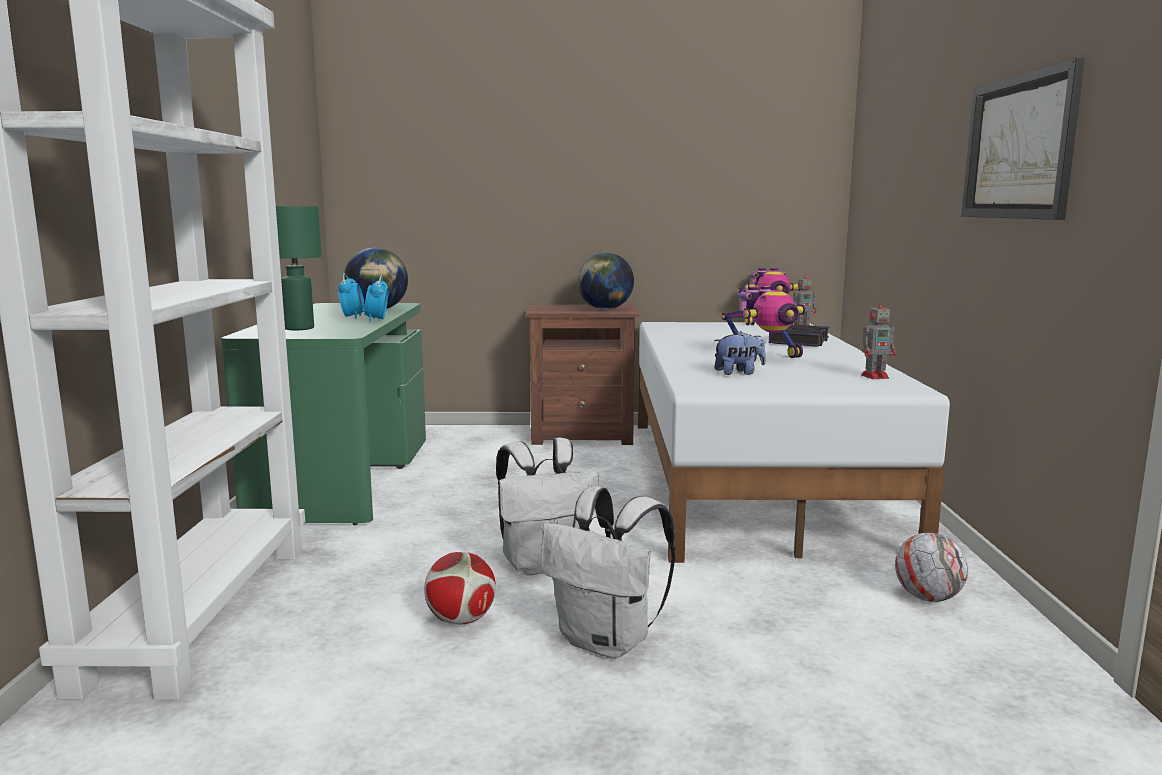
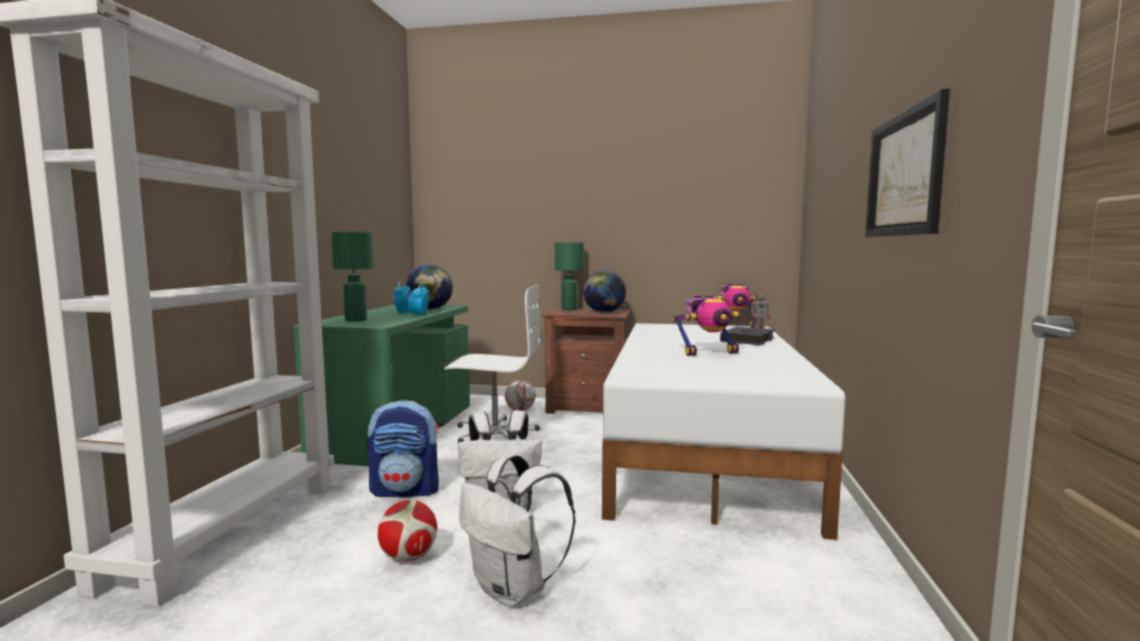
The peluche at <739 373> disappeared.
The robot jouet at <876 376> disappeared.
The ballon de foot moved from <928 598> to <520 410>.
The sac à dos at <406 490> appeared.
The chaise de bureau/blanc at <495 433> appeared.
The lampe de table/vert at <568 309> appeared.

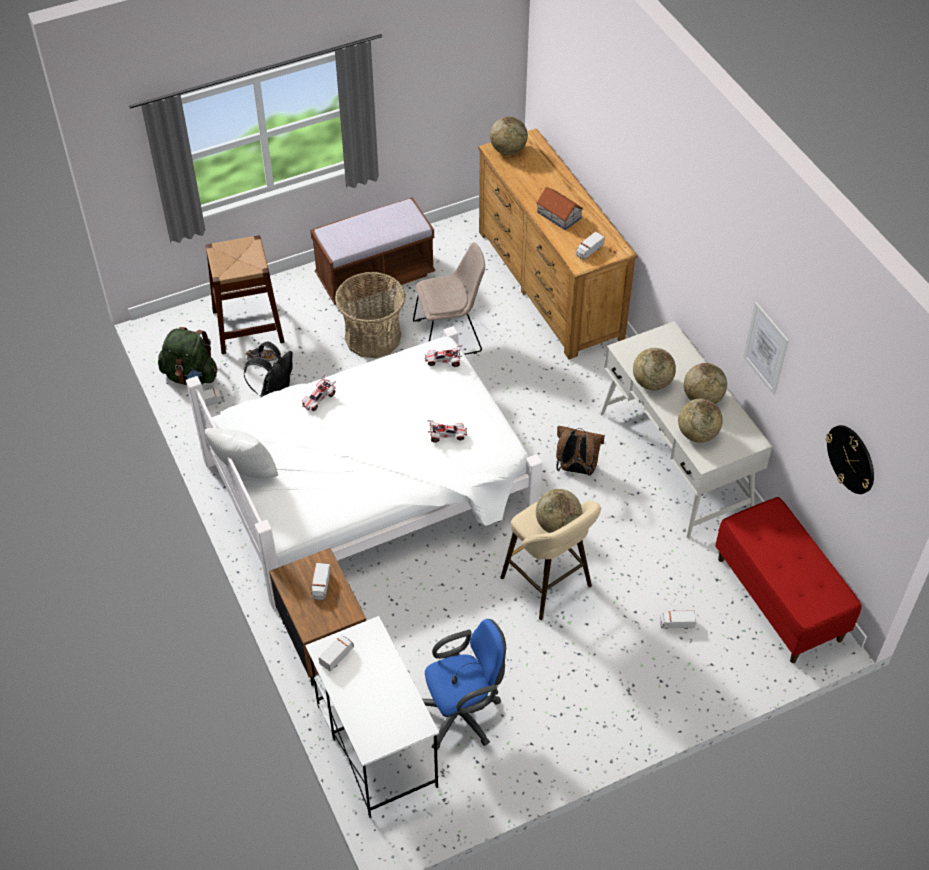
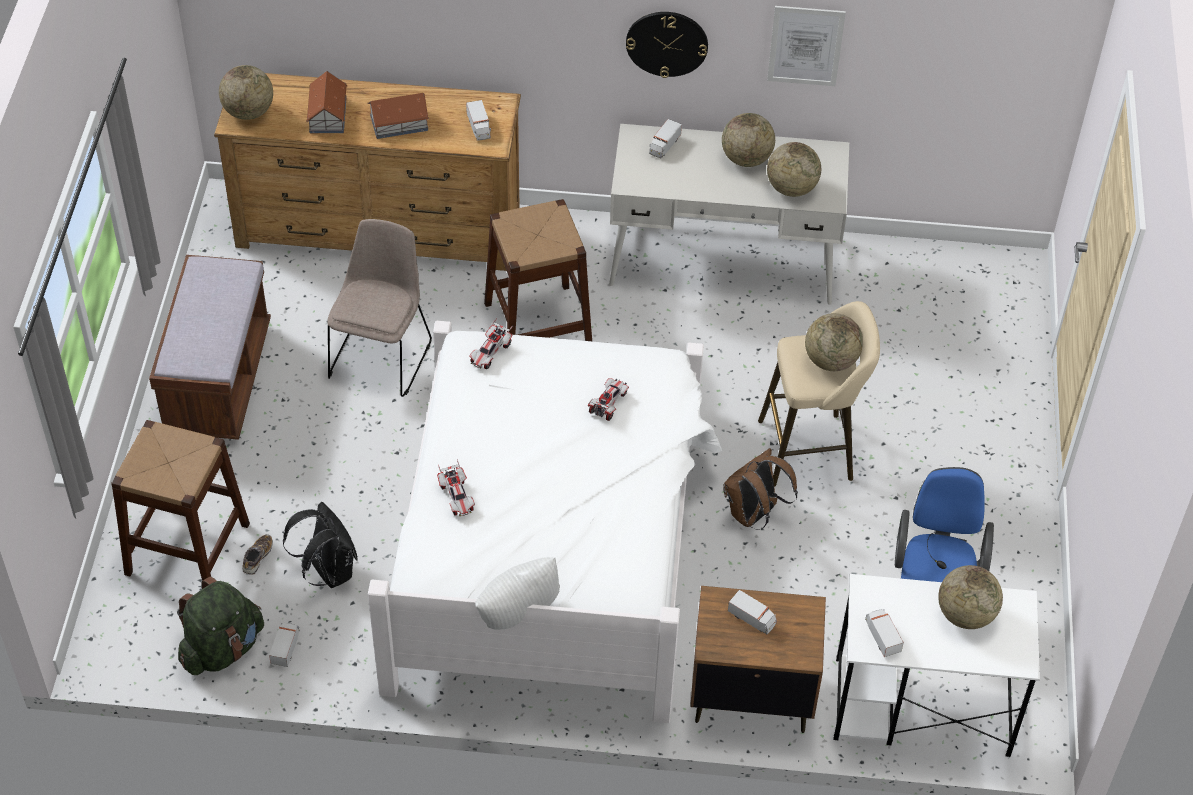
The panier at <373 337> disappeared.
The sac à dos/marron moved from <576 469> to <753 514>.
The globe moved from <652 383> to <965 614>.
The camion jouet moved from <676 623> to <664 145>.
The banc/rouge at <779 598> disappeared.
The horloge murale moved from <851 459> to <667 43>.
The maison miniature at <327 115> appeared.
The tabouret/marron at <538 324> appeared.

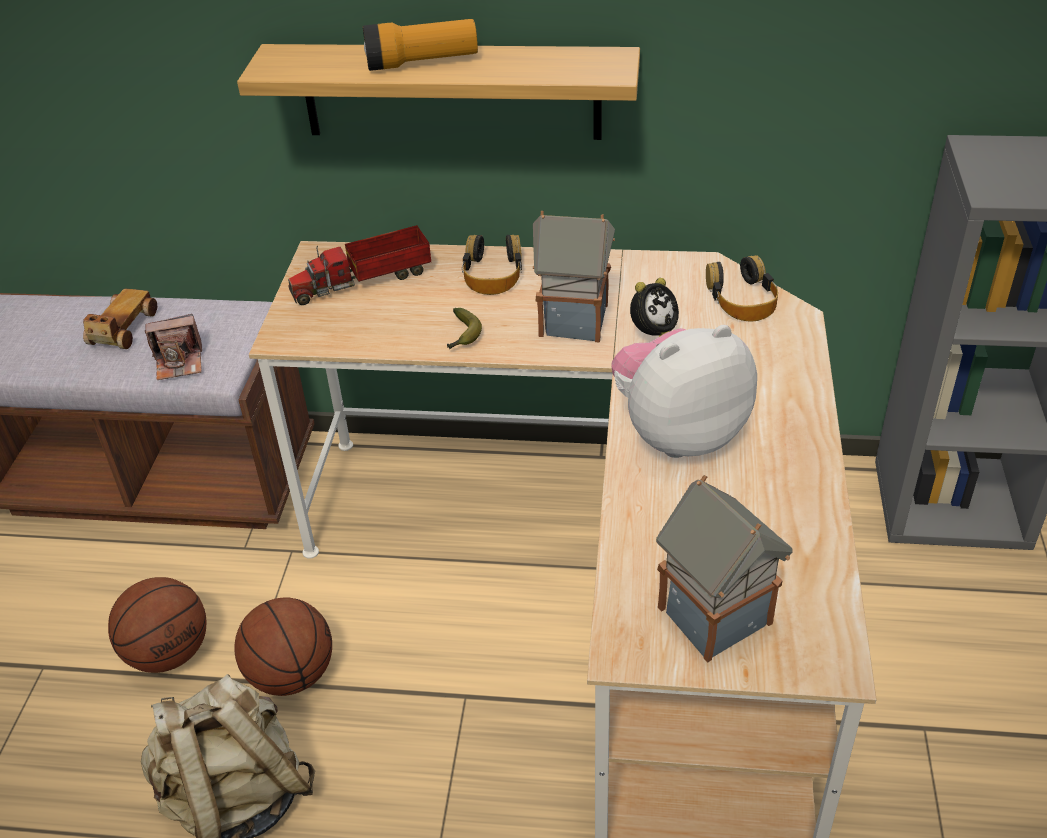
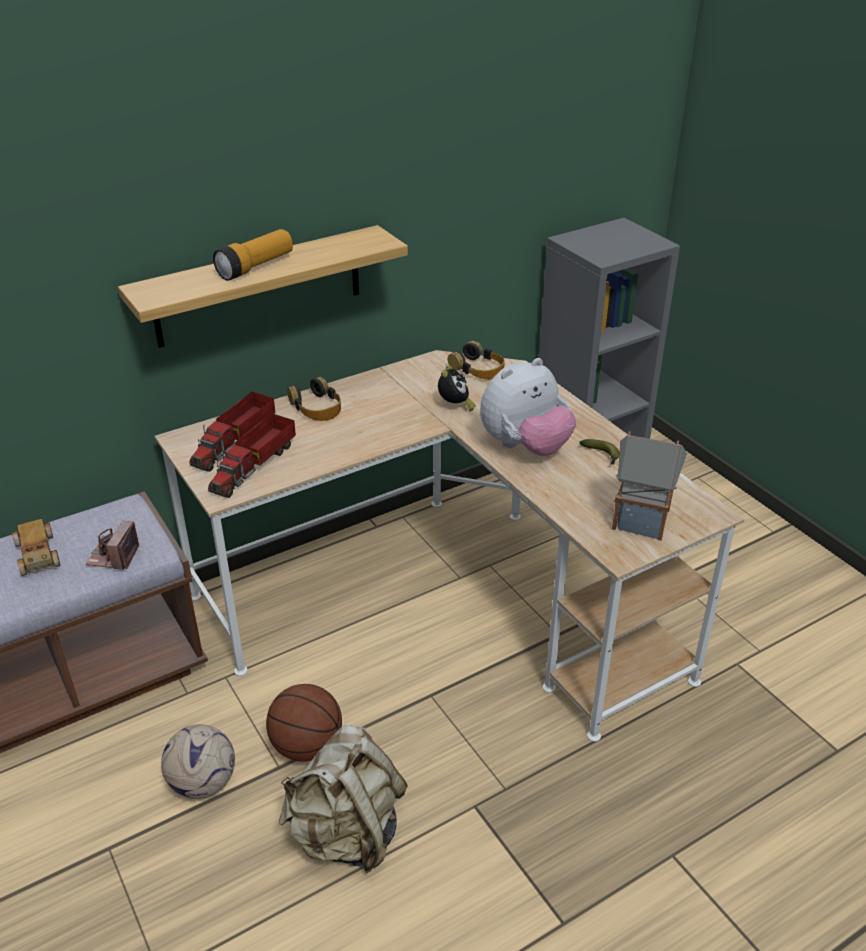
The ballon de basket at <169 652> was replaced by the ballon de foot at <202 783>.
The appareil photo at <179 362> turned 150 degrees clockwise.
The banane moved from <462 335> to <602 456>.
The maison miniature at <576 320> disappeared.
The peluche at <678 433> turned 150 degrees counterclockwise.
The camion jouet at <255 465> appeared.

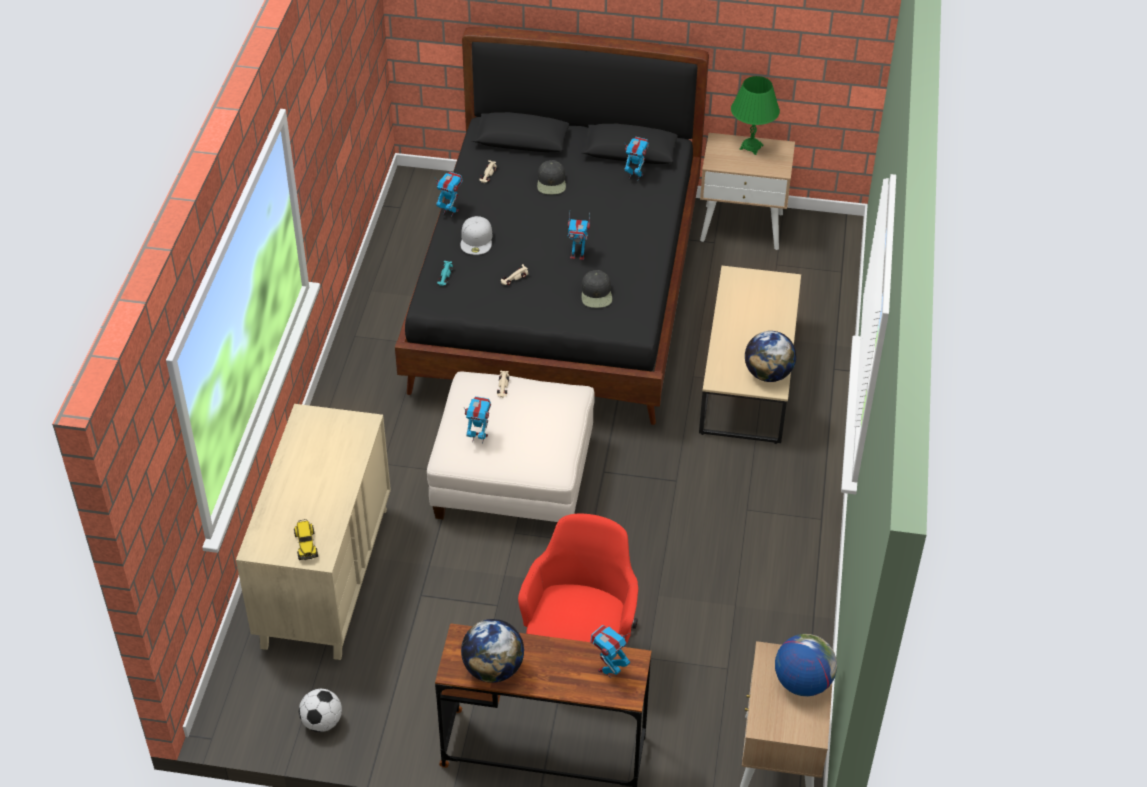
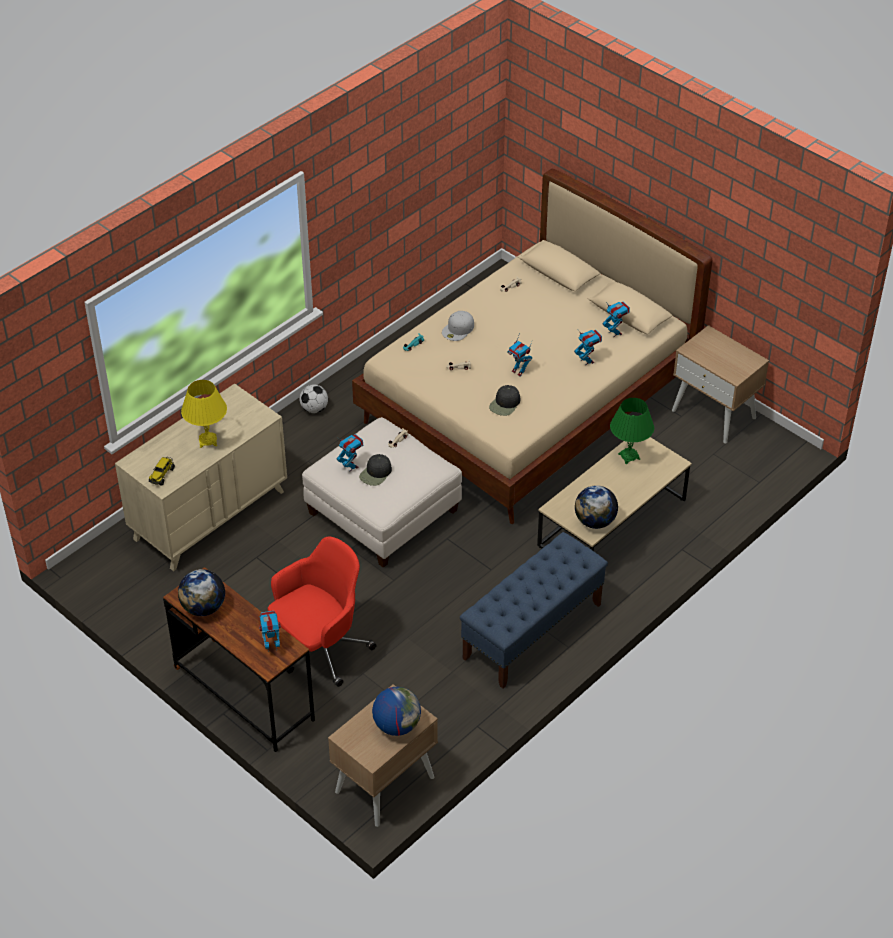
The ballon de foot moved from <322 722> to <314 409>.
The lit/noir at <558 297> became the lit/beige at <528 403>.
The robot jouet moved from <450 211> to <587 361>.
The casquette/noir moved from <551 182> to <376 473>.
The lampe de table/vert moved from <751 147> to <629 456>.
The lampe de table/jaune at <208 441> appeared.
The banc/bleu at <532 631> appeared.

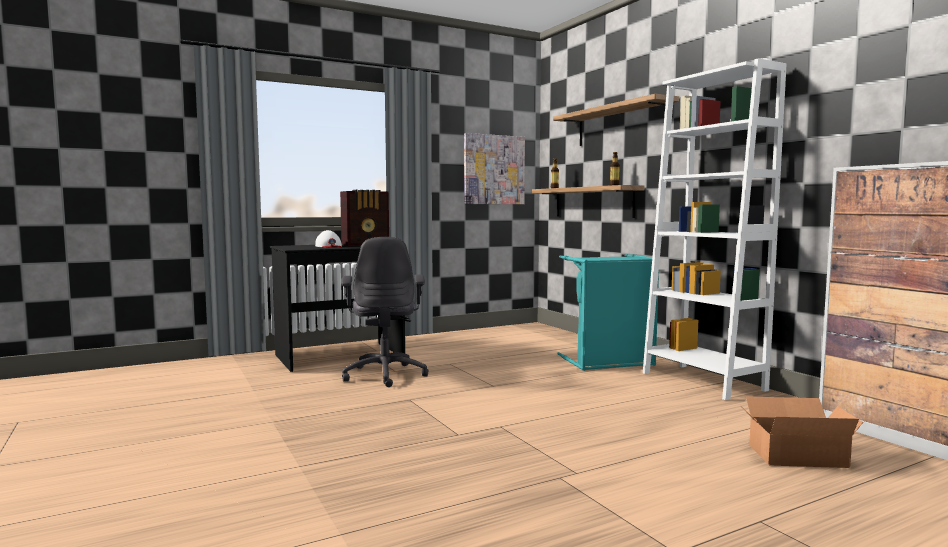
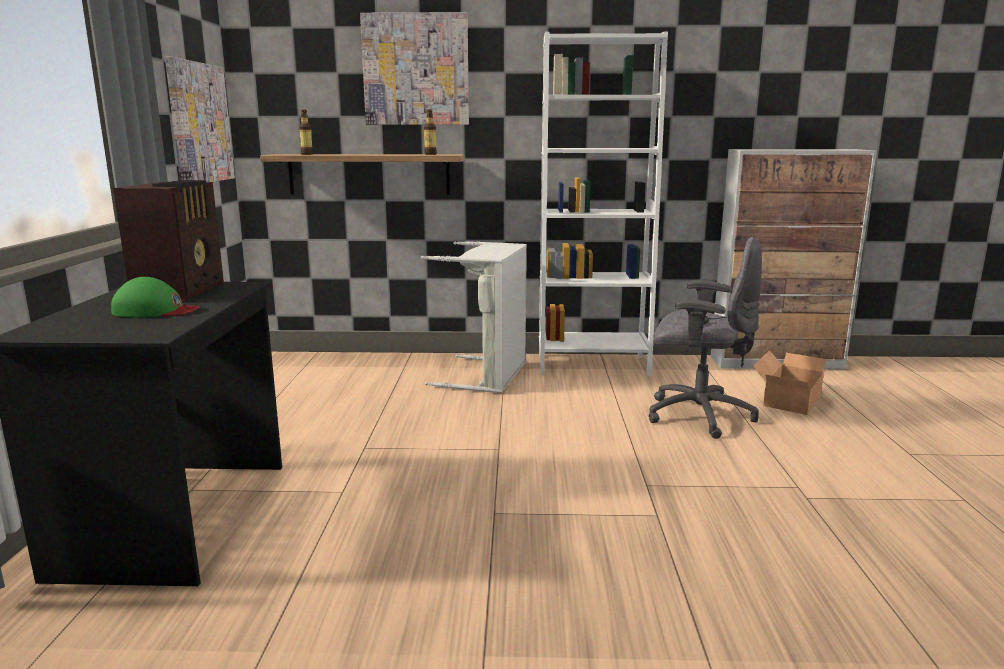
The casquette/blanc at <329 246> became the casquette/vert at <155 311>.
The chaise de bureau/gris moved from <385 374> to <697 415>.
The étagère at <620 124> was replaced by the tableau at <416 70>.
The panier à linge/turquoise at <609 363> became the panier à linge/gris at <489 376>.

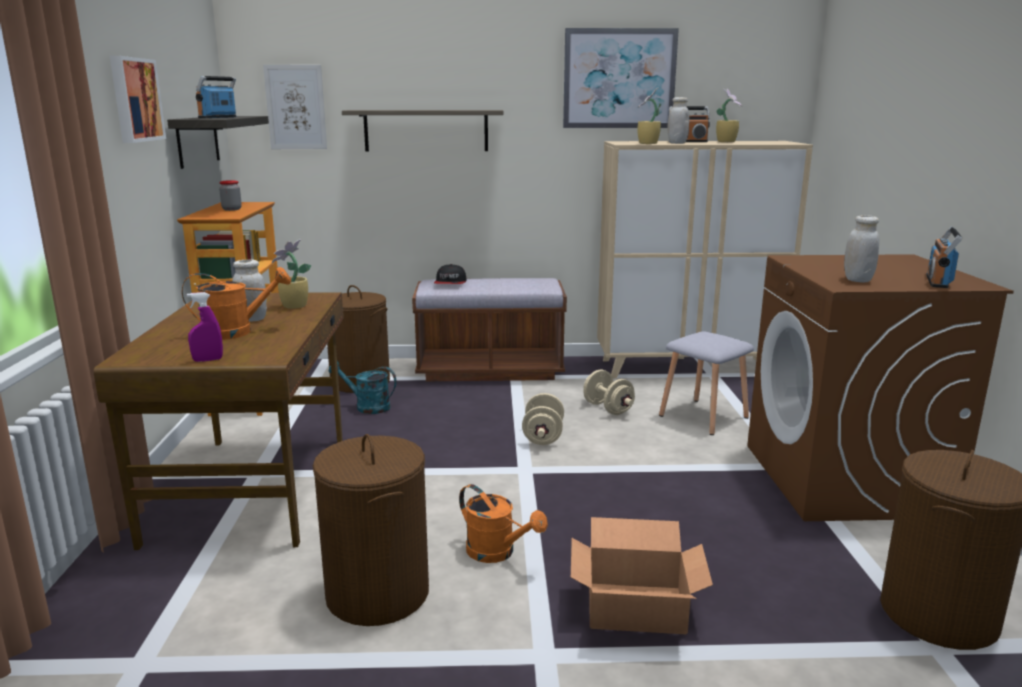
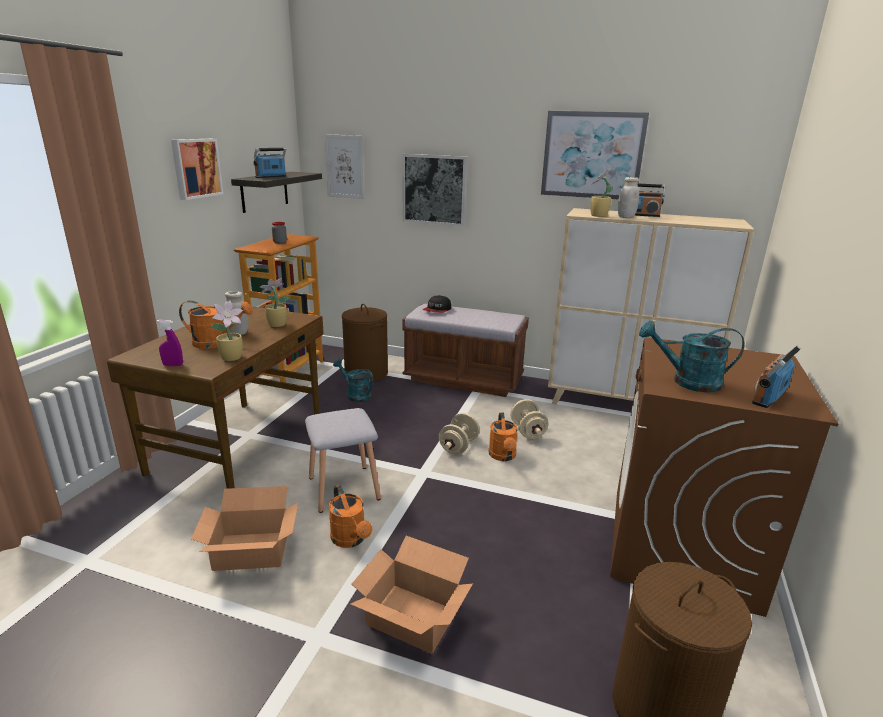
The panier à linge/marron at <377 593> was replaced by the carton at <251 550>.
The étagère at <426 130> was replaced by the tableau at <434 189>.
The tabouret/gris moved from <705 417> to <345 489>.
The plante en pot moved from <726 142> to <232 358>.
The bocal/blanc at <857 280> was replaced by the arrosoir/turquoise at <687 382>.
The arrosoir/orange at <503 456> appeared.

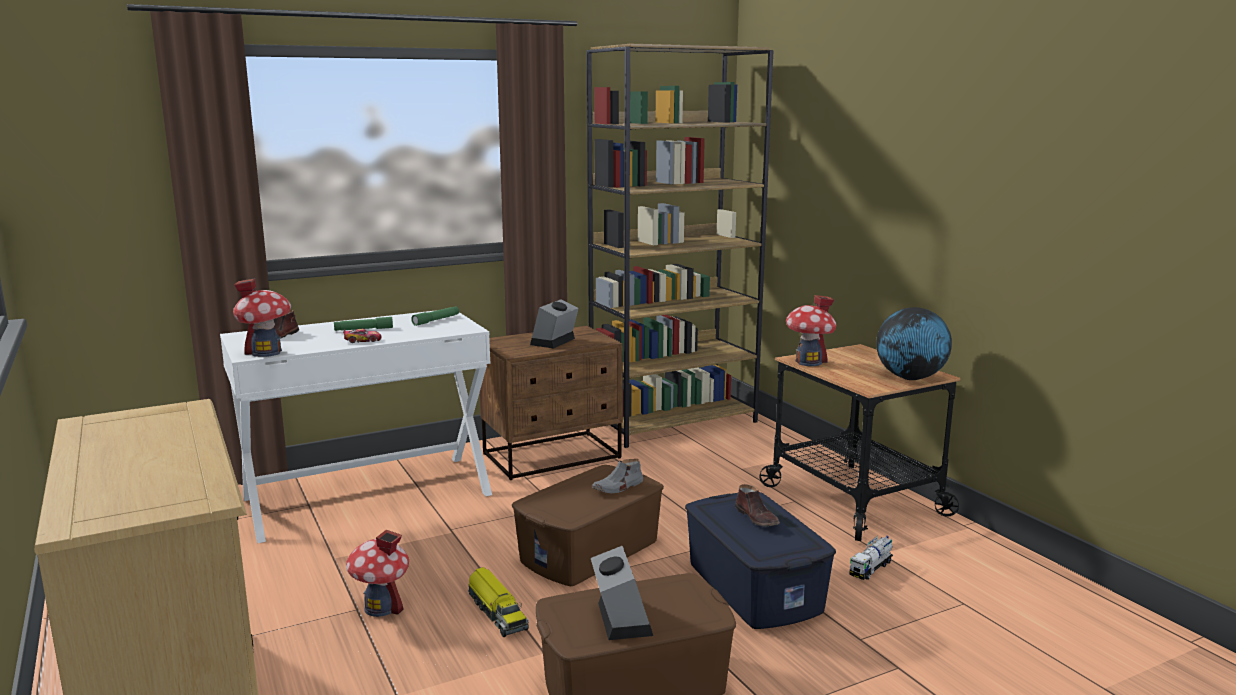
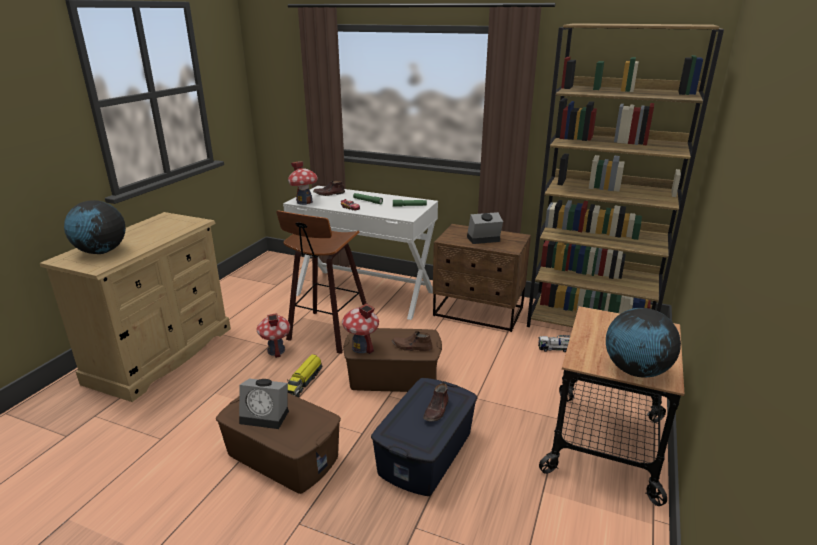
The chaussure/gris at <618 487> became the chaussure/marron at <411 347>.
The réveil at <620 618> turned 60 degrees clockwise.
The maison miniature moved from <808 362> to <361 347>.
The camion jouet moved from <871 568> to <556 349>.
The globe at <101 252> appeared.
The tabouret at <327 333> appeared.

